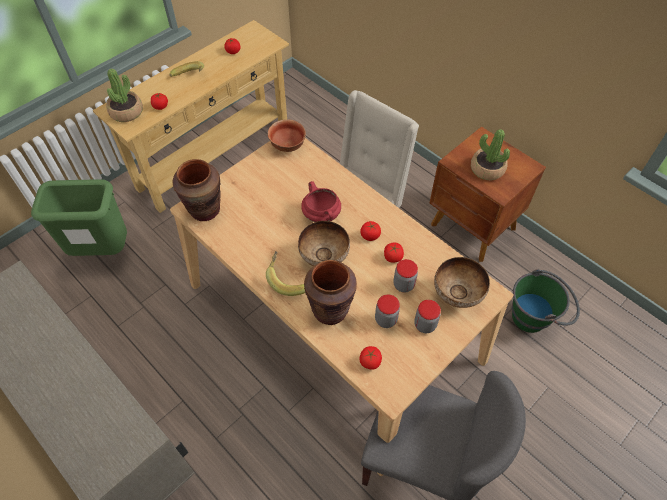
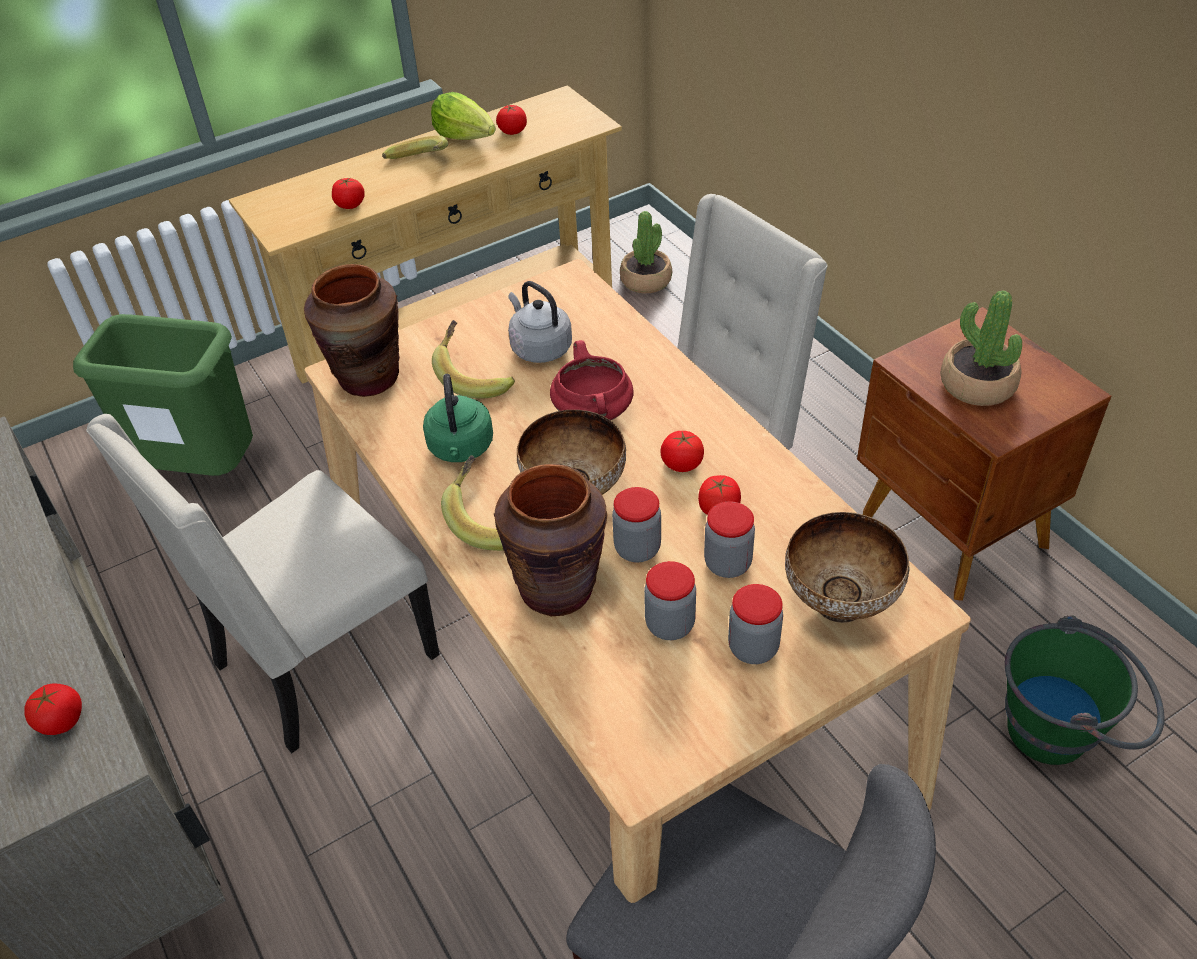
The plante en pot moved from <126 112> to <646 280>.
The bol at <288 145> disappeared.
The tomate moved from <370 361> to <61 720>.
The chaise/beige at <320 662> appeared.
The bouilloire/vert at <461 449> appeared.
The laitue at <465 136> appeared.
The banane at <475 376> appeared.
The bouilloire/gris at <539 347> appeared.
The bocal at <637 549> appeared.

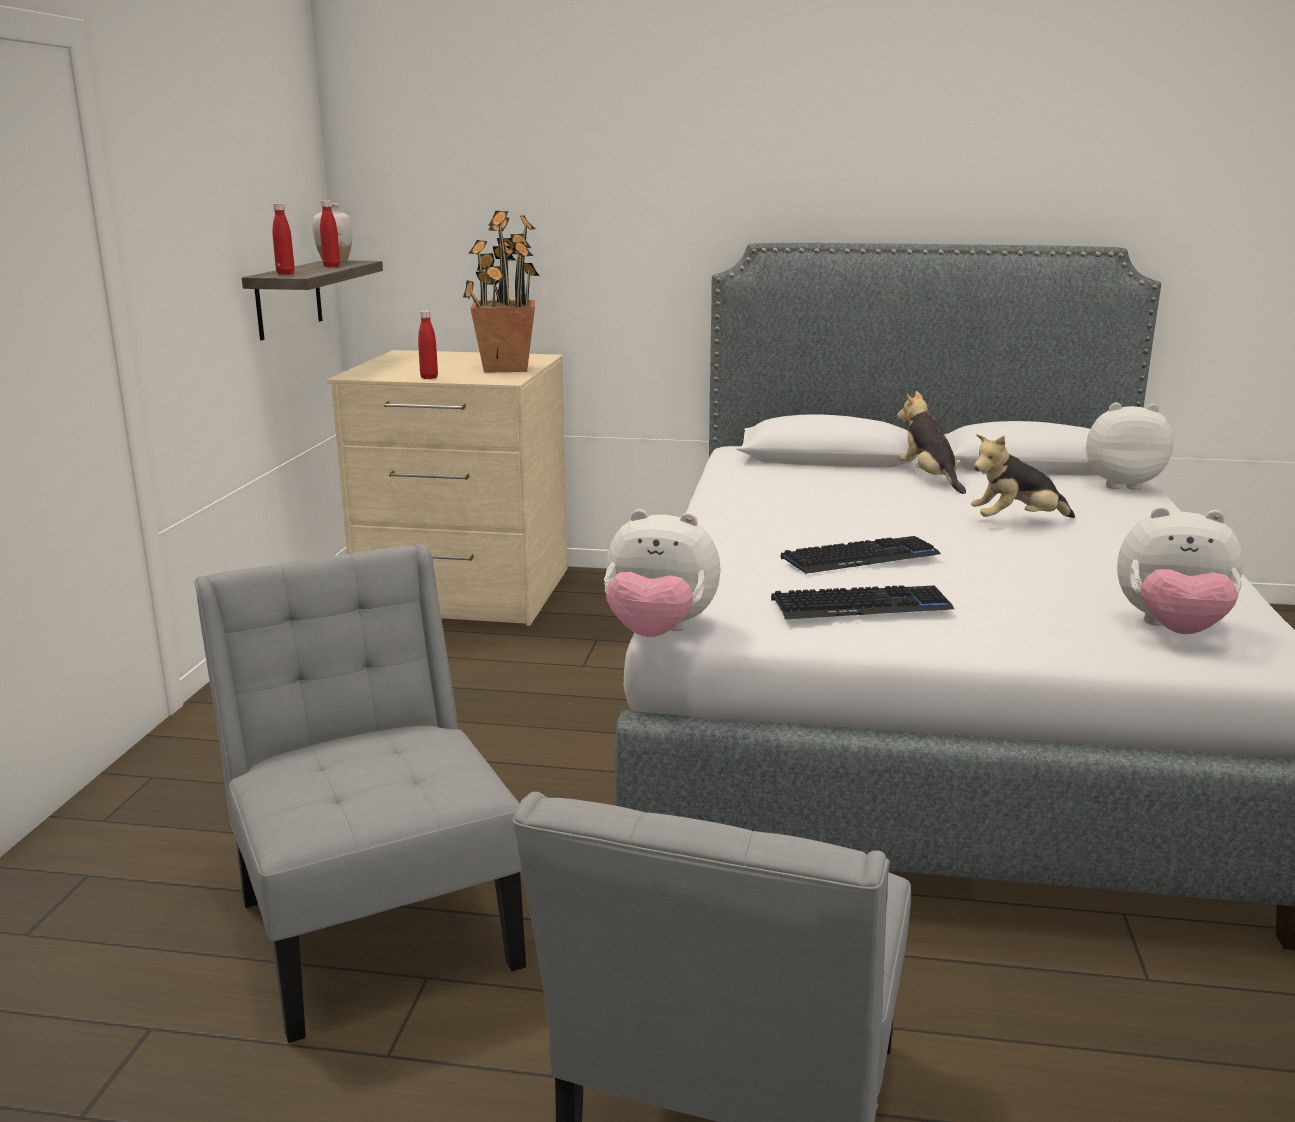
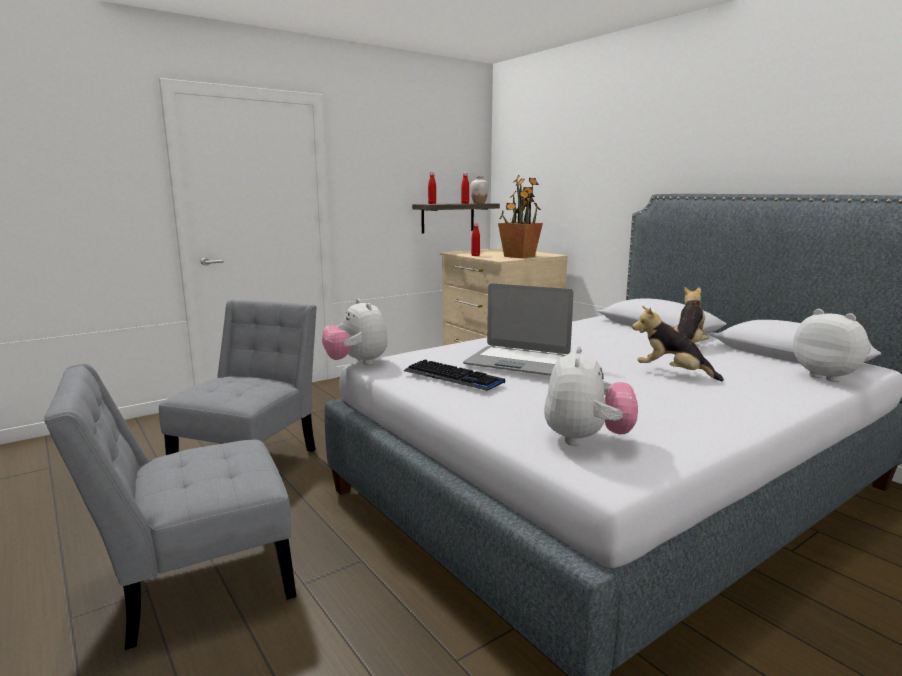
The clavier at <860 557> was replaced by the ordinateur portable at <517 362>.
The peluche at <1172 630> turned 135 degrees counterclockwise.

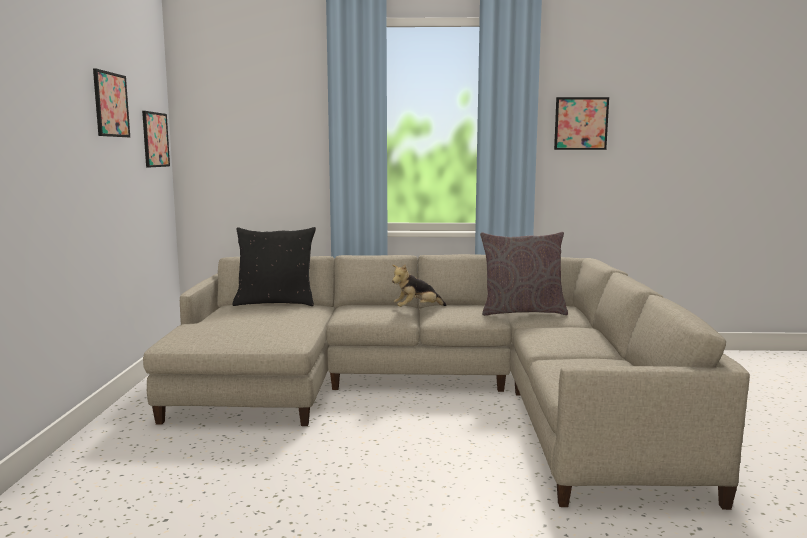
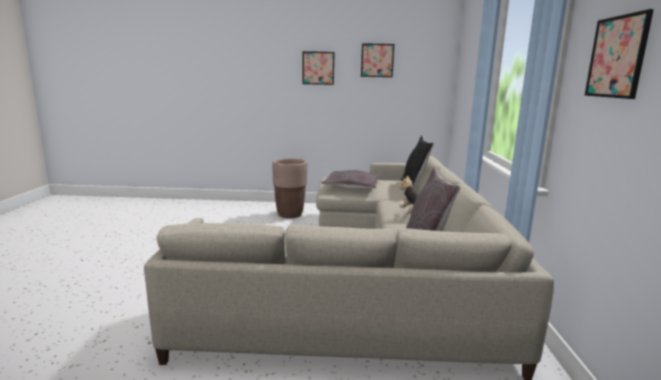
The tableau moved from <155 139> to <318 68>.
The cache-pot/marron at <290 214> appeared.
The coussin/gris at <353 187> appeared.

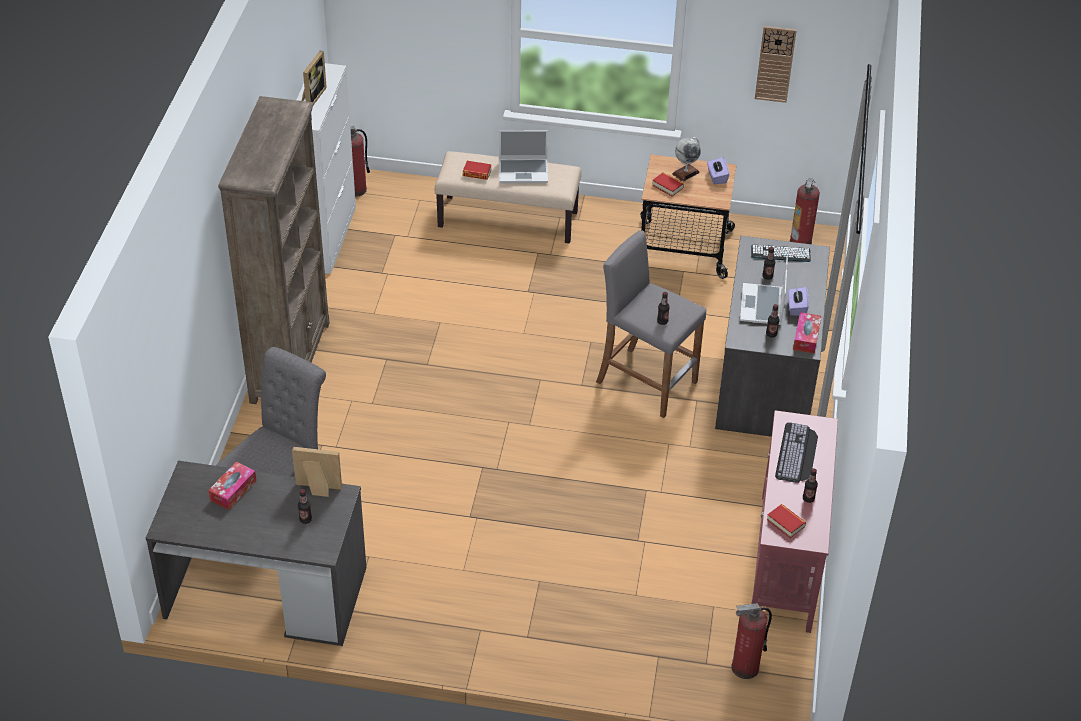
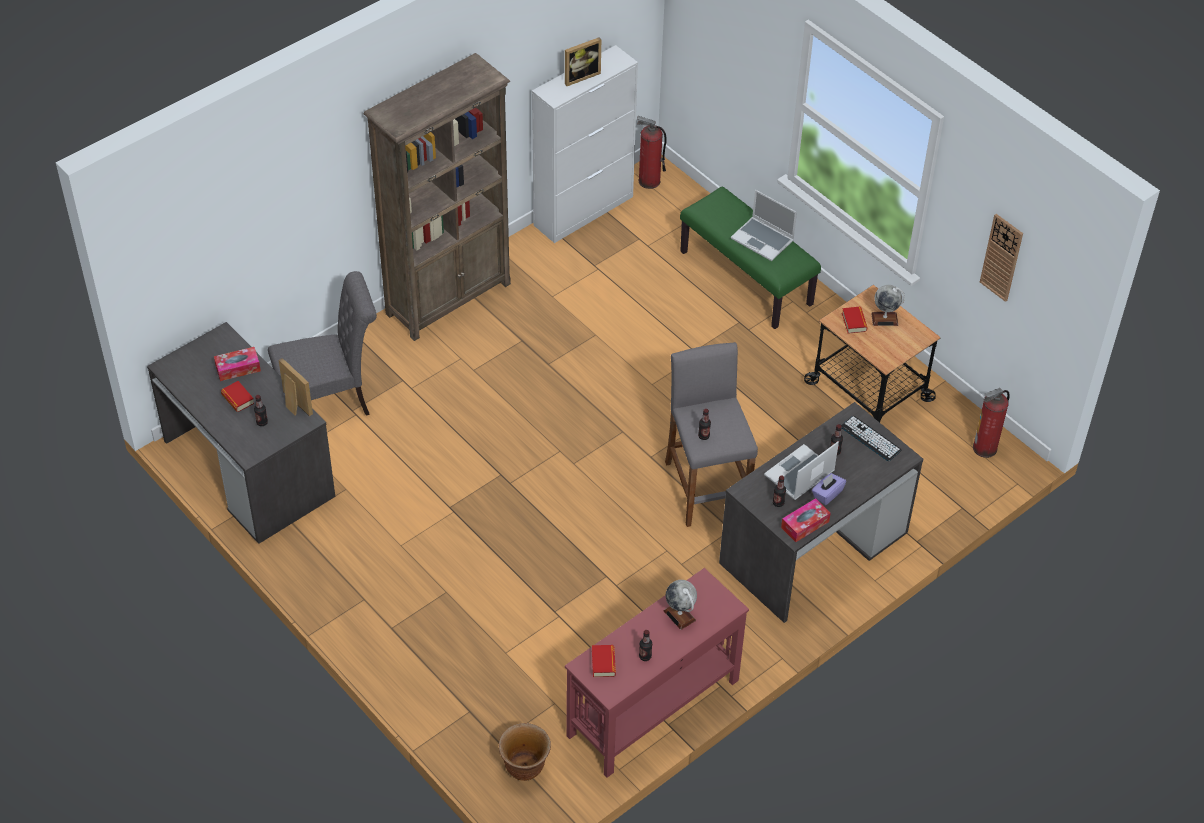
The banc/beige at <508 219> became the banc/vert at <747 278>.
The livre moved from <477 173> to <237 399>.
The boîte à mouchoirs/violet at <716 177> disappeared.
The extincteur at <745 668> was replaced by the cache-pot/marron at <524 767>.
The clavier at <797 454> was replaced by the globe at <679 615>.

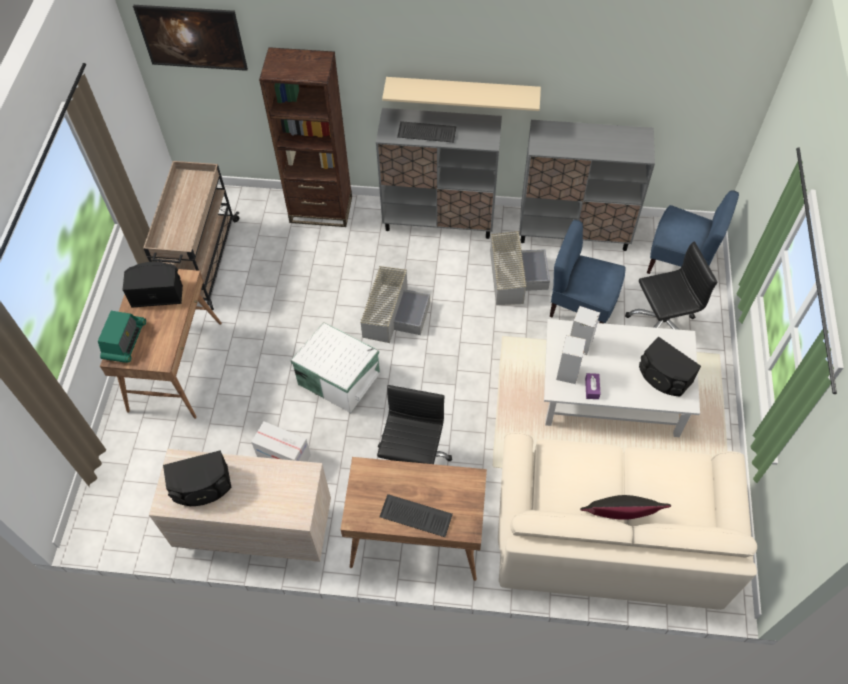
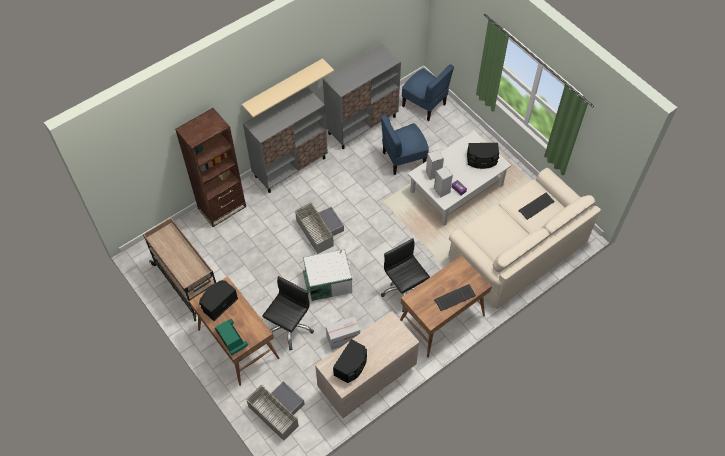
The tableau at <196 51> disappeared.
The clavier moved from <426 133> to <536 207>.
The boîte de rangement/gris moved from <514 275> to <277 411>.
The coussin/noir at <617 520> disappeared.
The chaise de bureau/noir moved from <660 325> to <289 327>.
The chaise/bleu at <679 262> turned 60 degrees clockwise.

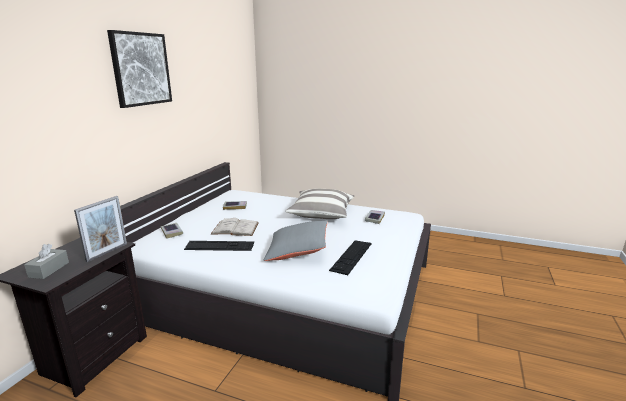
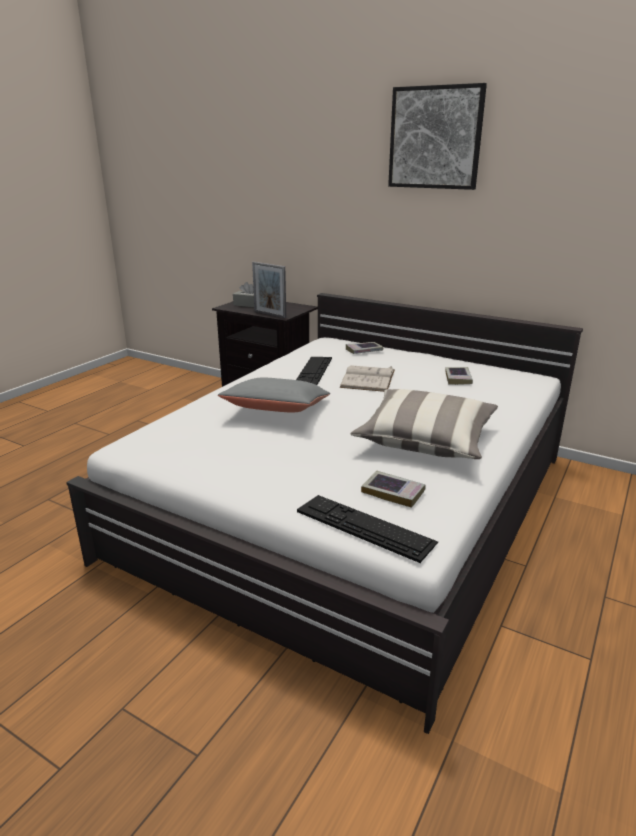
The clavier moved from <351 256> to <364 526>.

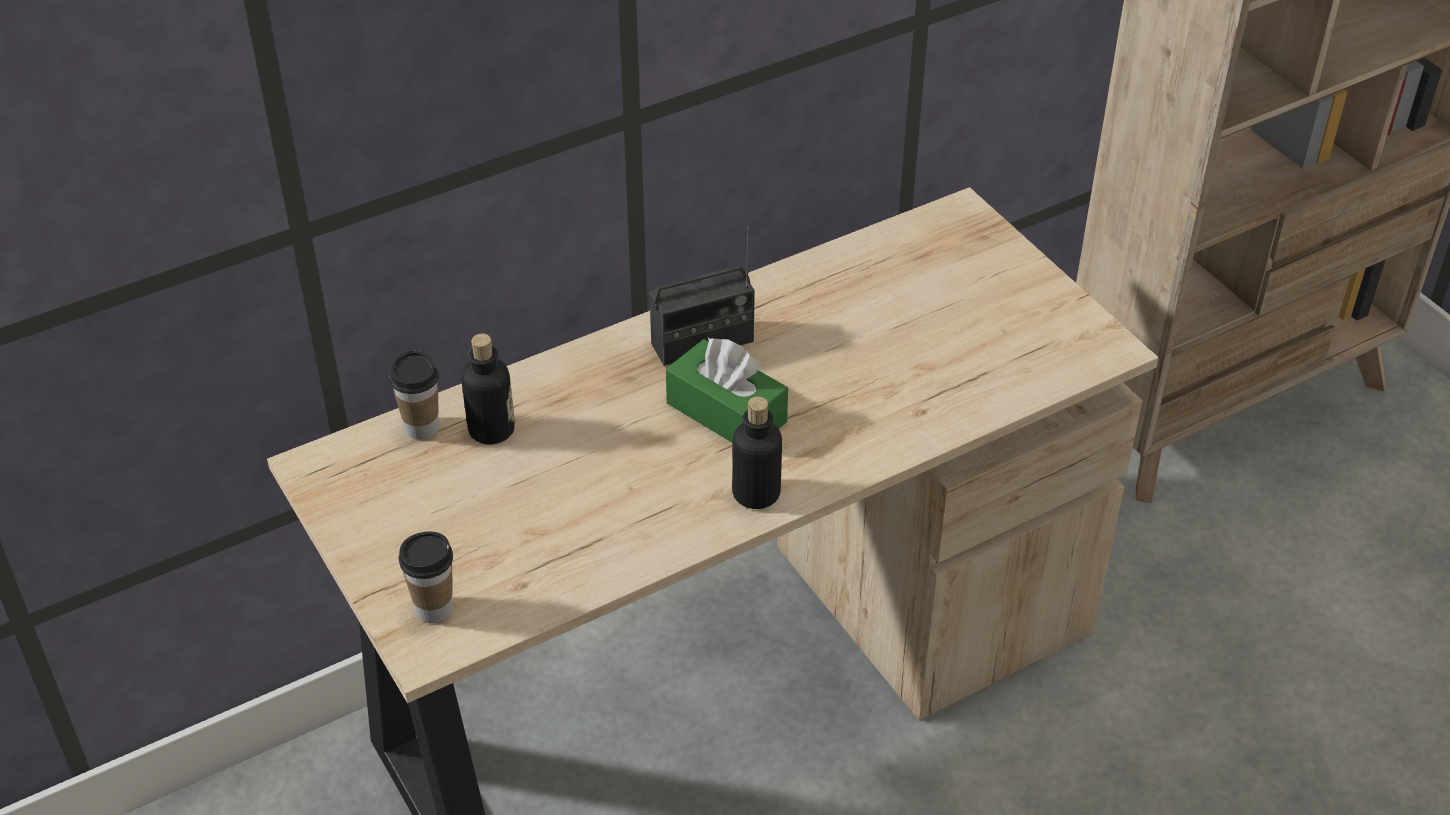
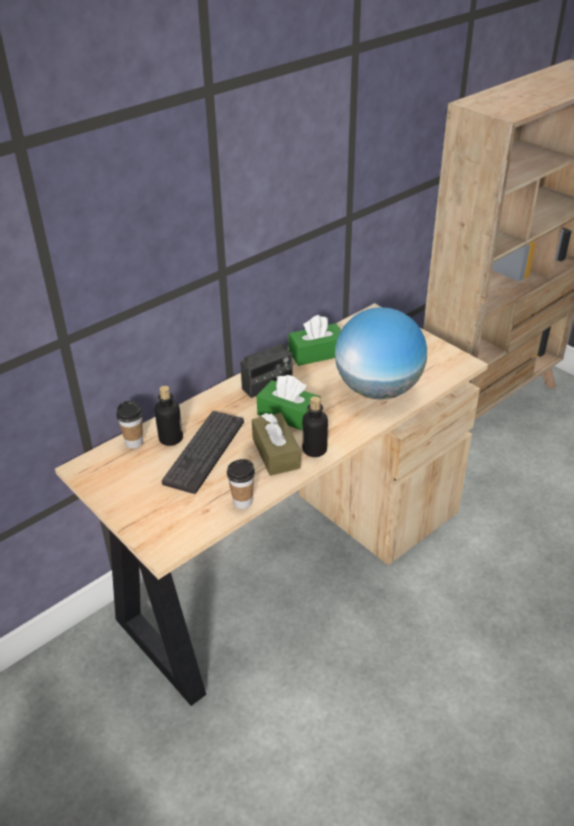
The tasse moved from <434 609> to <242 502>.
The clavier at <204 451> appeared.
The boîte à mouchoirs/marron at <276 453> appeared.
The boîte à mouchoirs/vert at <317 353> appeared.
The globe at <378 390> appeared.

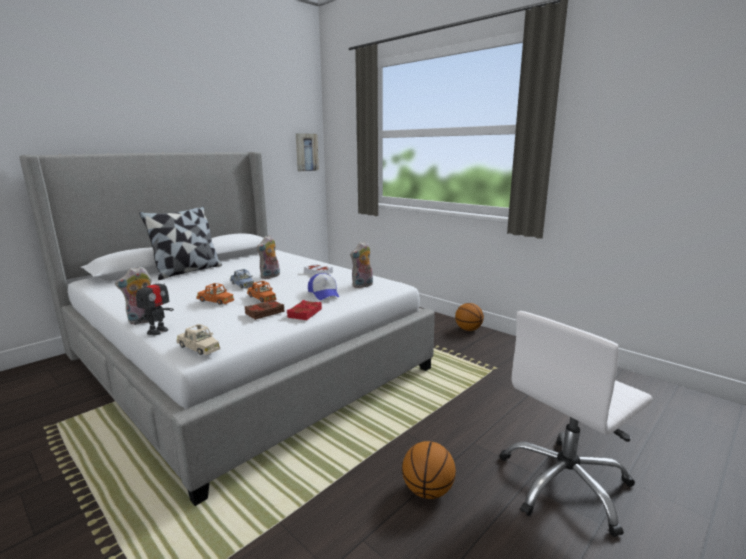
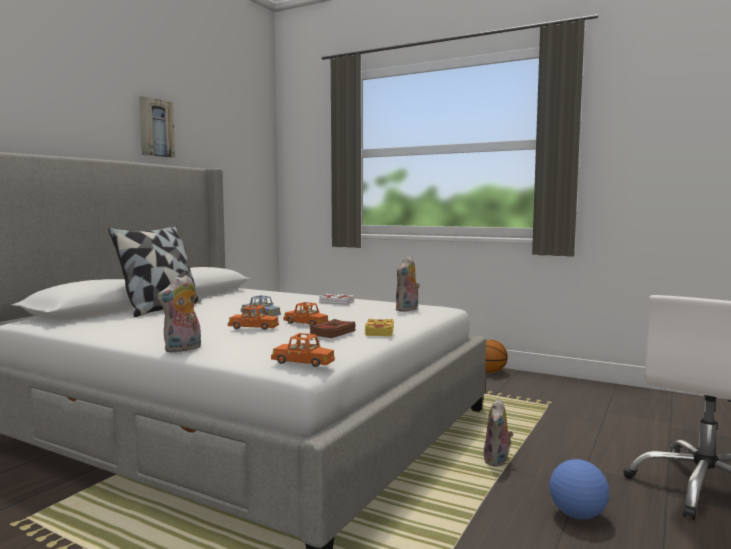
The robot jouet at <158 331> disappeared.
The petite voiture/beige at <199 347> became the petite voiture/orange at <303 362>.
The peluche moved from <270 276> to <497 461>.
The livre/rouge at <304 313> became the livre/jaune at <379 332>.
The tableau moved from <306 152> to <155 128>.
The casquette at <324 293> disappeared.
The ballon de basket at <427 491> was replaced by the ballon de foot at <577 515>.

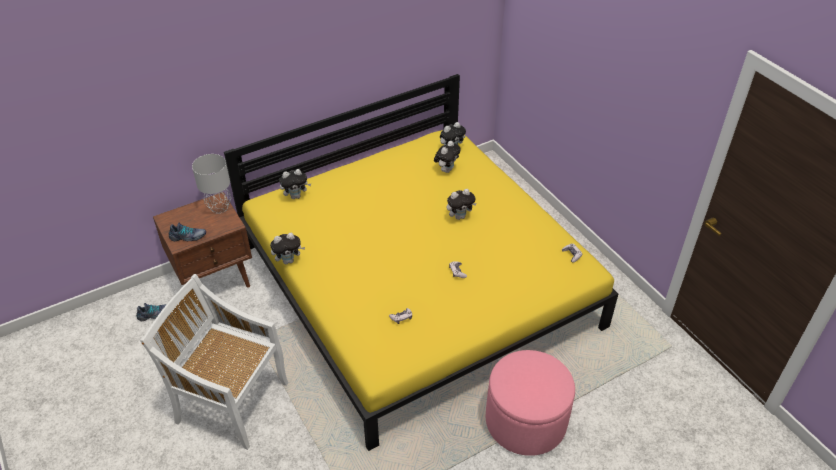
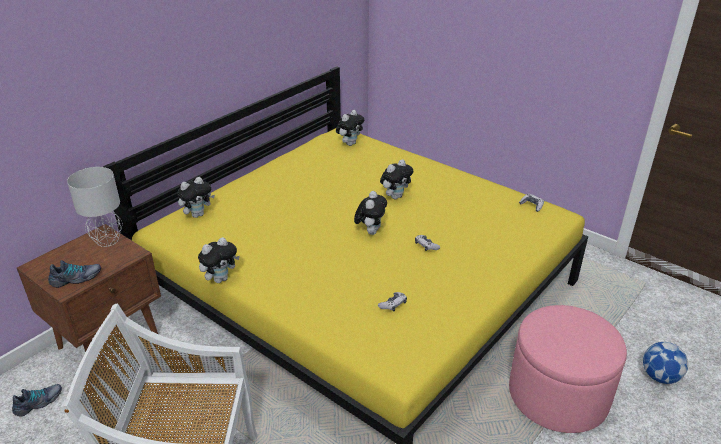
The peluche moved from <446 169> to <370 231>.
The ballon de foot at <659 376> appeared.

